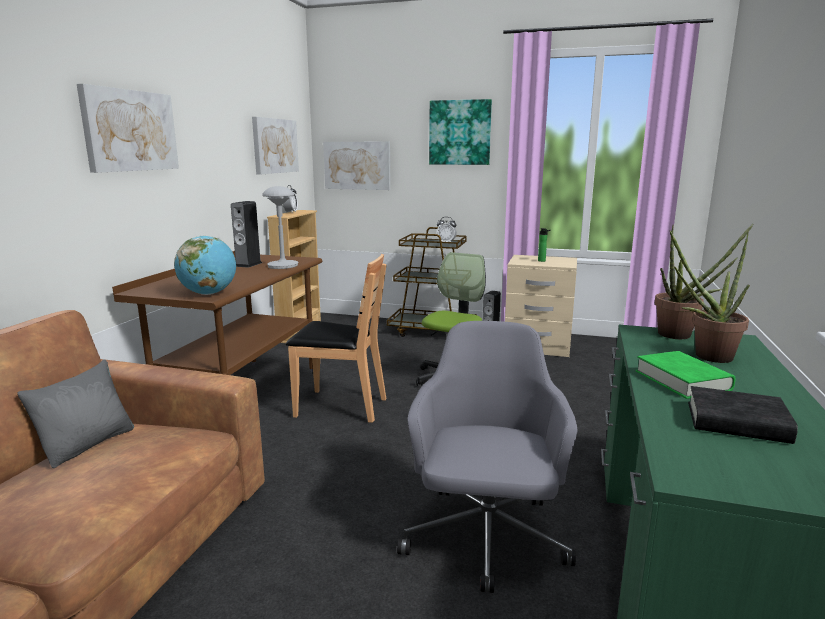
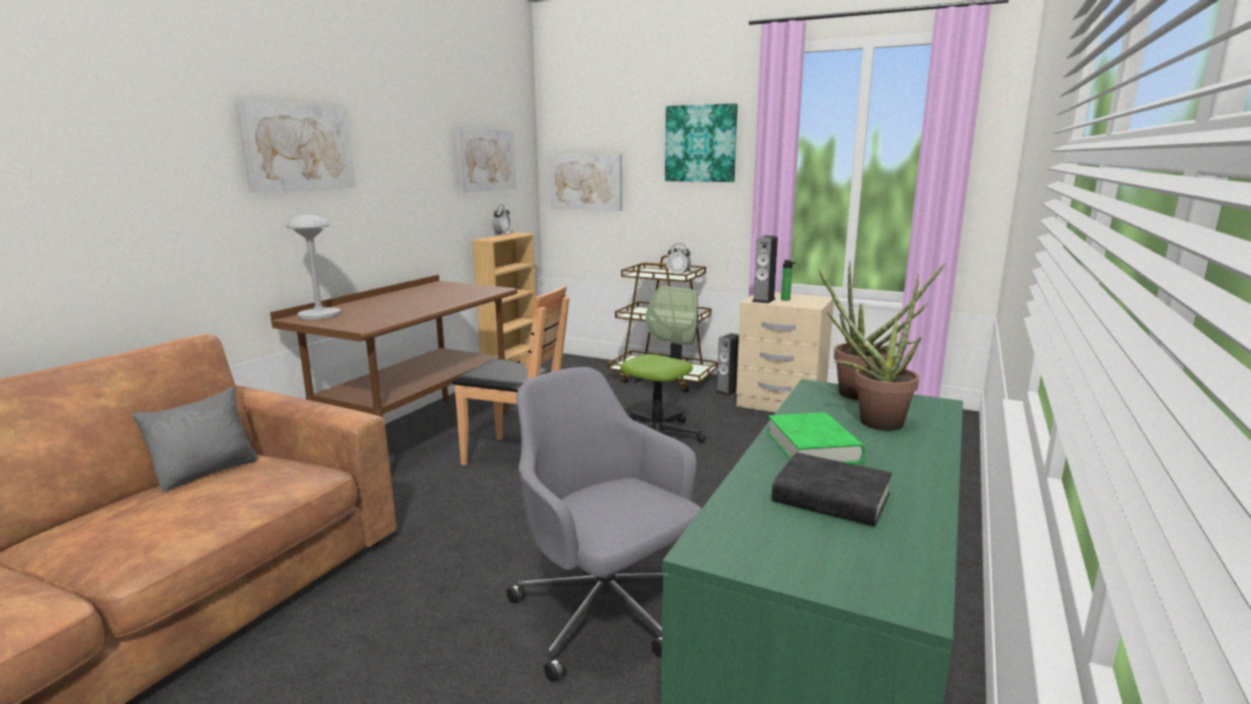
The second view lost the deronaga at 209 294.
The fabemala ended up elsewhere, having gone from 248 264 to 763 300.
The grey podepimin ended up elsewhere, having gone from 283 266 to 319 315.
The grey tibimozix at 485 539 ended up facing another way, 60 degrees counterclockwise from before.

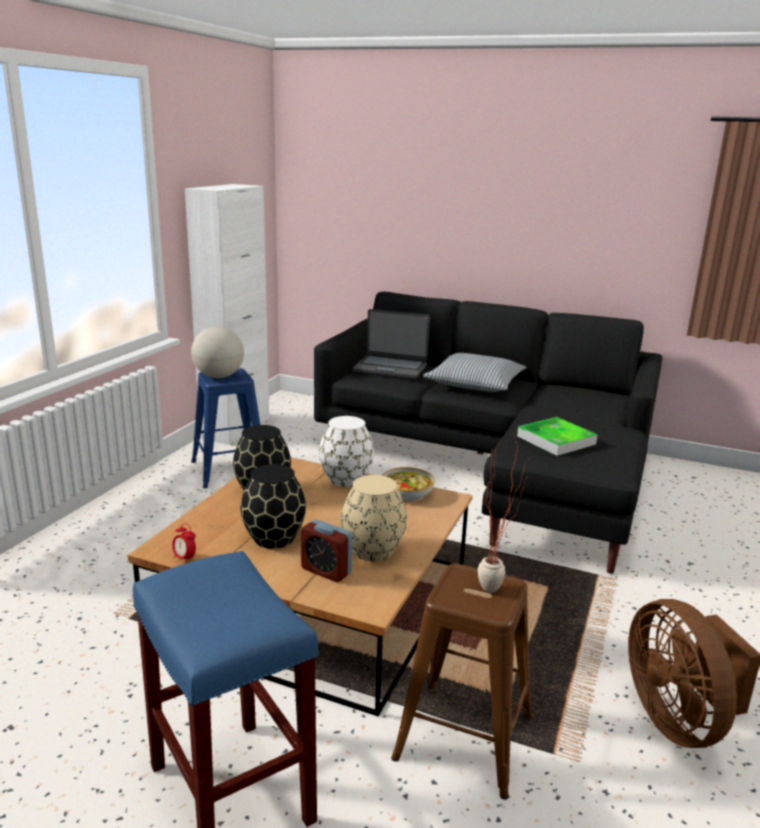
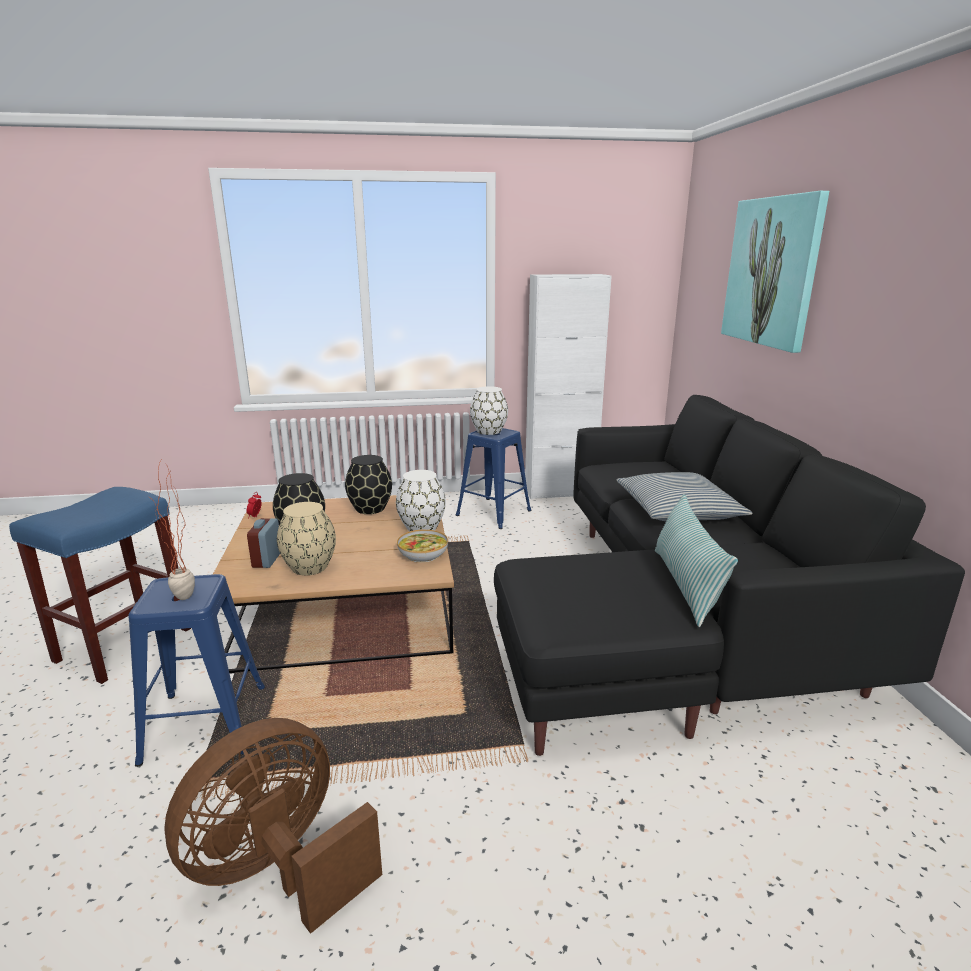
Where the deronaga stood at 218 376, the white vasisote came to stand at 488 431.
The second view lost the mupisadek at 390 368.
What was the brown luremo at 462 737 turned into the blue luremo at 204 722.
The second view lost the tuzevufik at 556 440.
The second view gained the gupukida at 686 585.
The second view gained the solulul at 772 272.

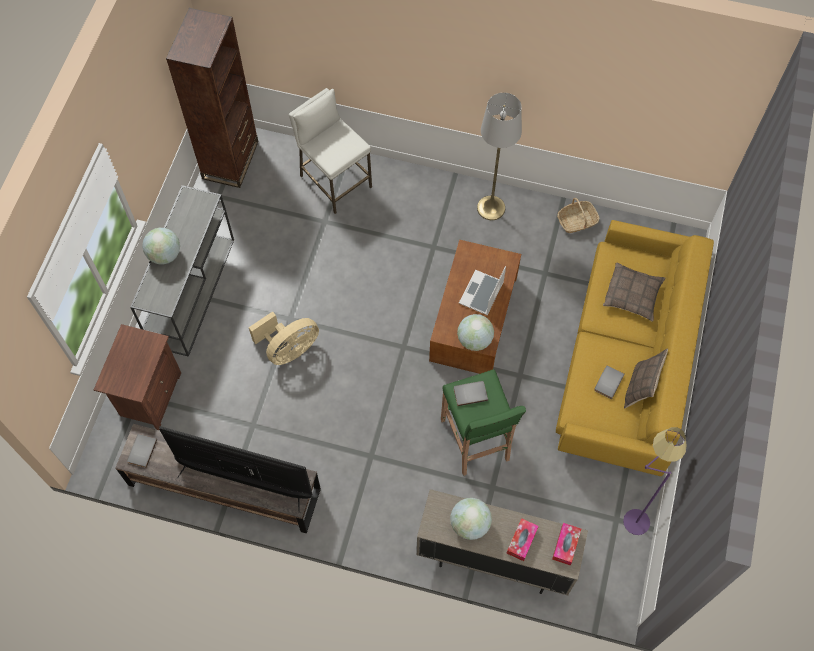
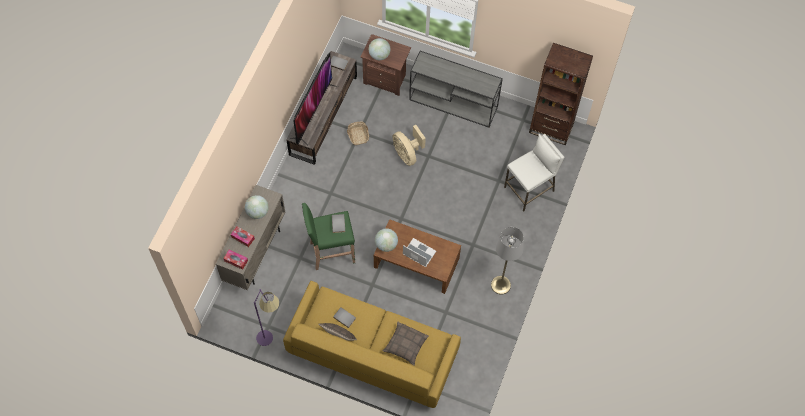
The deronaga ended up elsewhere, having gone from 165 255 to 379 55.
The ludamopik ended up elsewhere, having gone from 577 221 to 358 135.

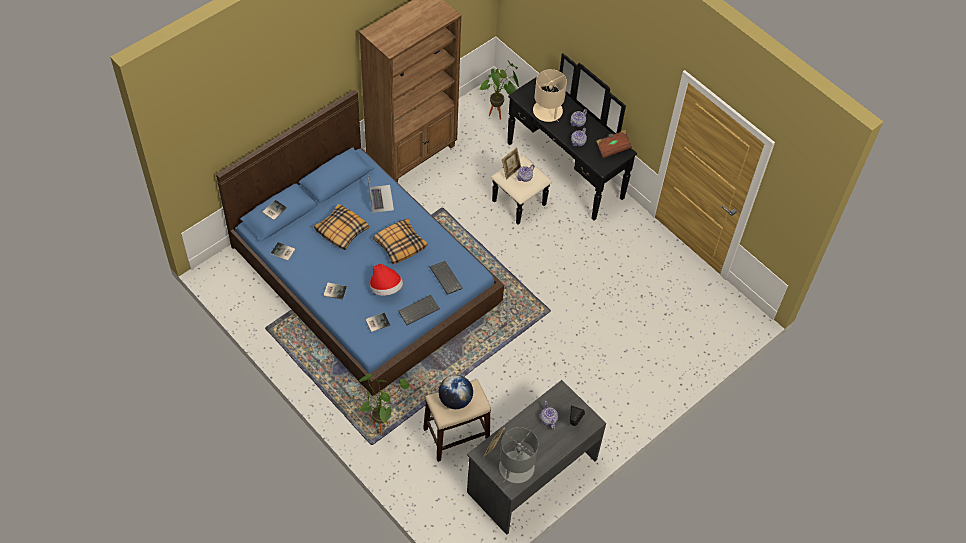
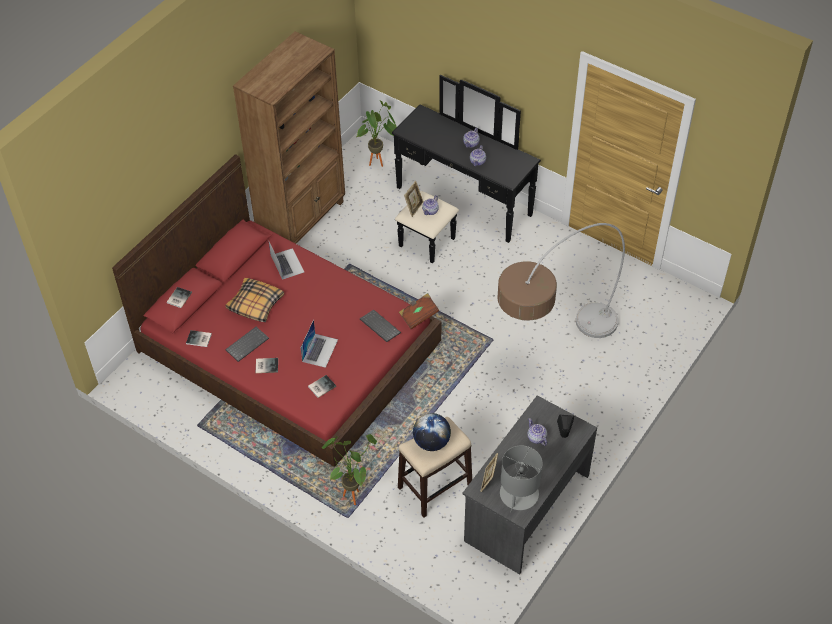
What was the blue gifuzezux at 365 274 turned into the red gifuzezux at 288 347.
Where the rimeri stood at 386 288, the mupisadek came to stand at 320 350.
The second view lost the gupukida at 400 244.
The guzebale ended up elsewhere, having gone from 419 309 to 247 344.
The second view lost the beige podepimin at 548 111.
The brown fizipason ended up elsewhere, having gone from 613 148 to 418 316.
The second view gained the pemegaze at 552 349.

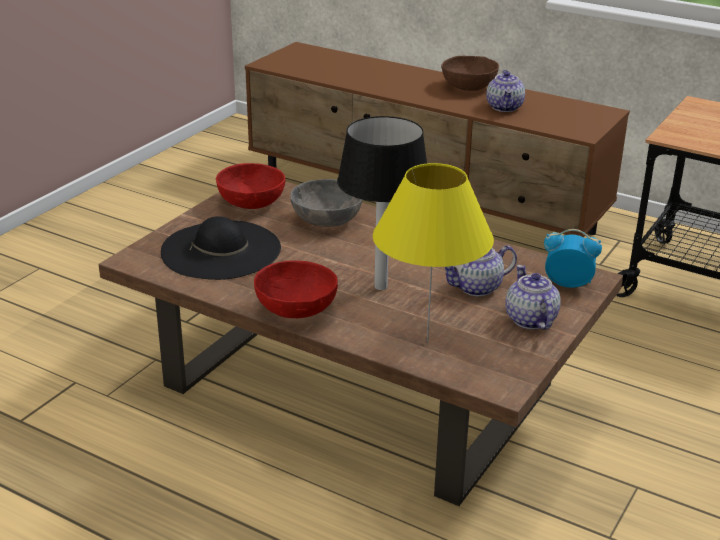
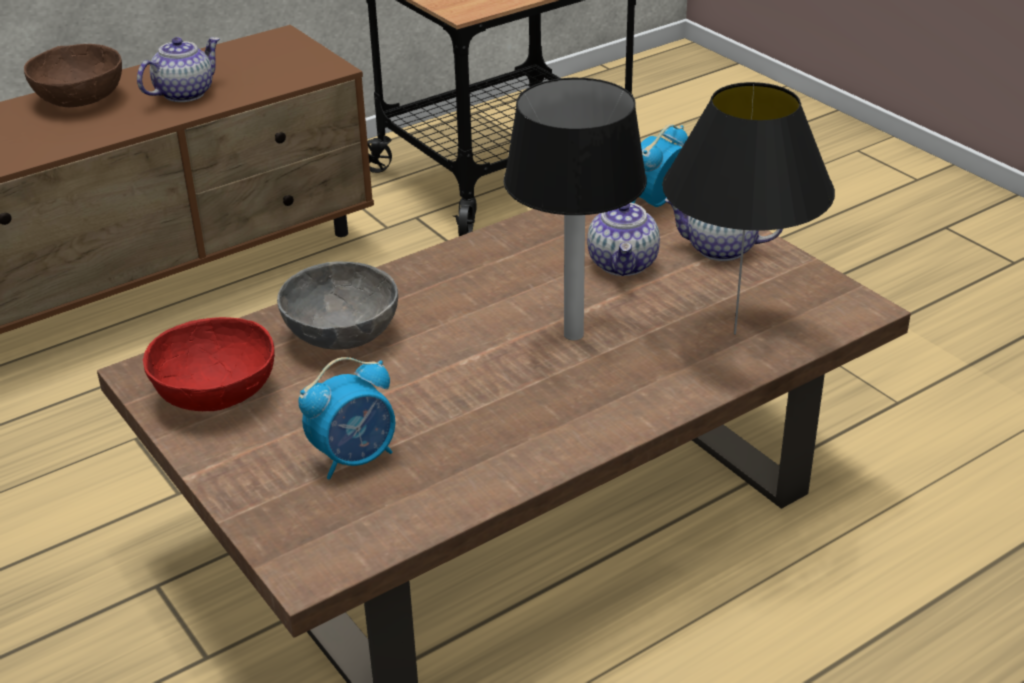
Where the black rimeri stood at 221 250, the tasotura came to stand at 355 458.
The second view lost the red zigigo at 296 309.
What was the yellow podepimin at 427 341 turned into the black podepimin at 734 333.
The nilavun at 505 107 ended up facing another way, 75 degrees counterclockwise from before.

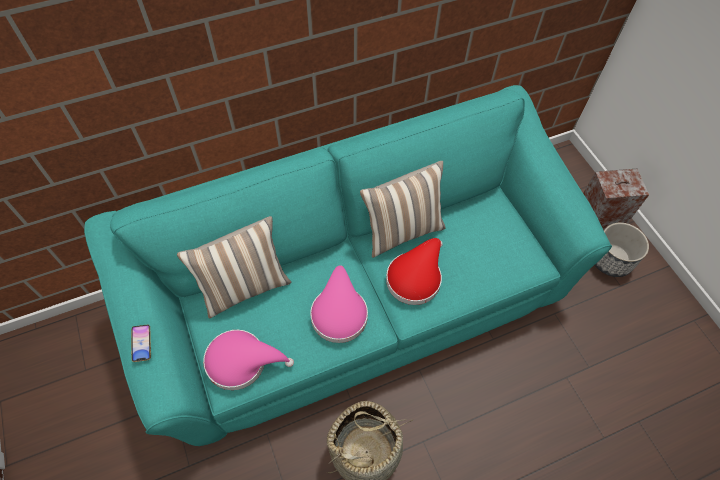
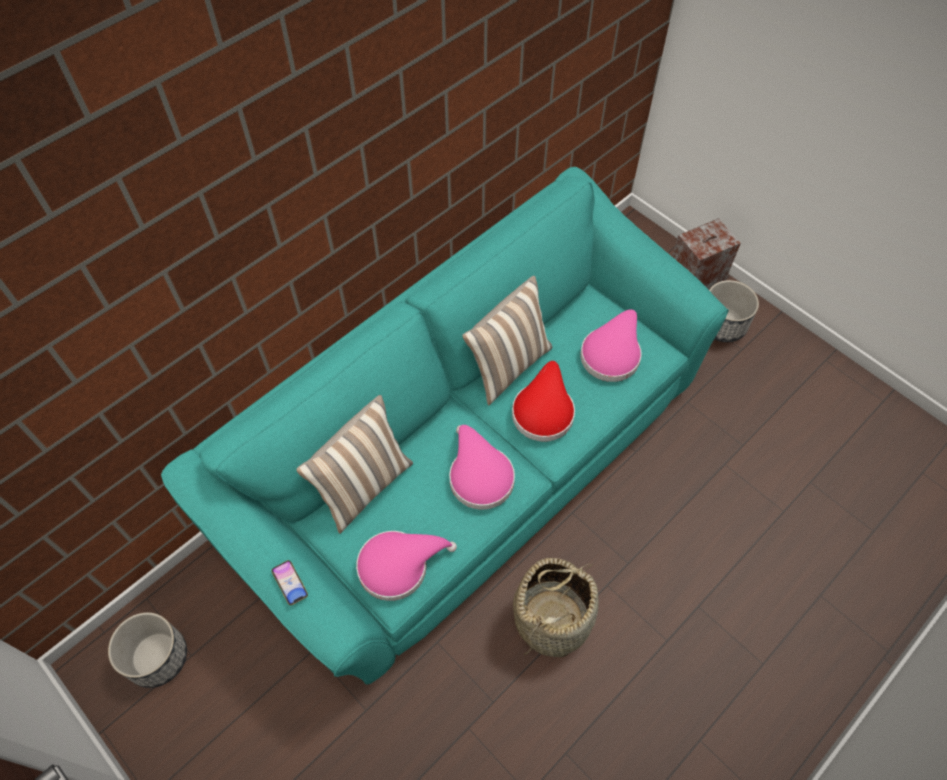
The second view gained the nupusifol at 157 656.
The second view gained the pink rimeri at 612 353.

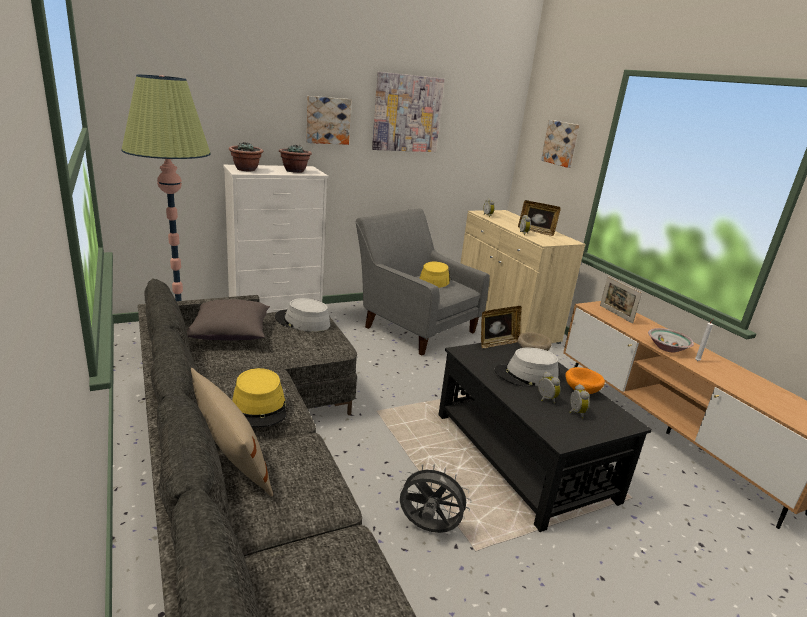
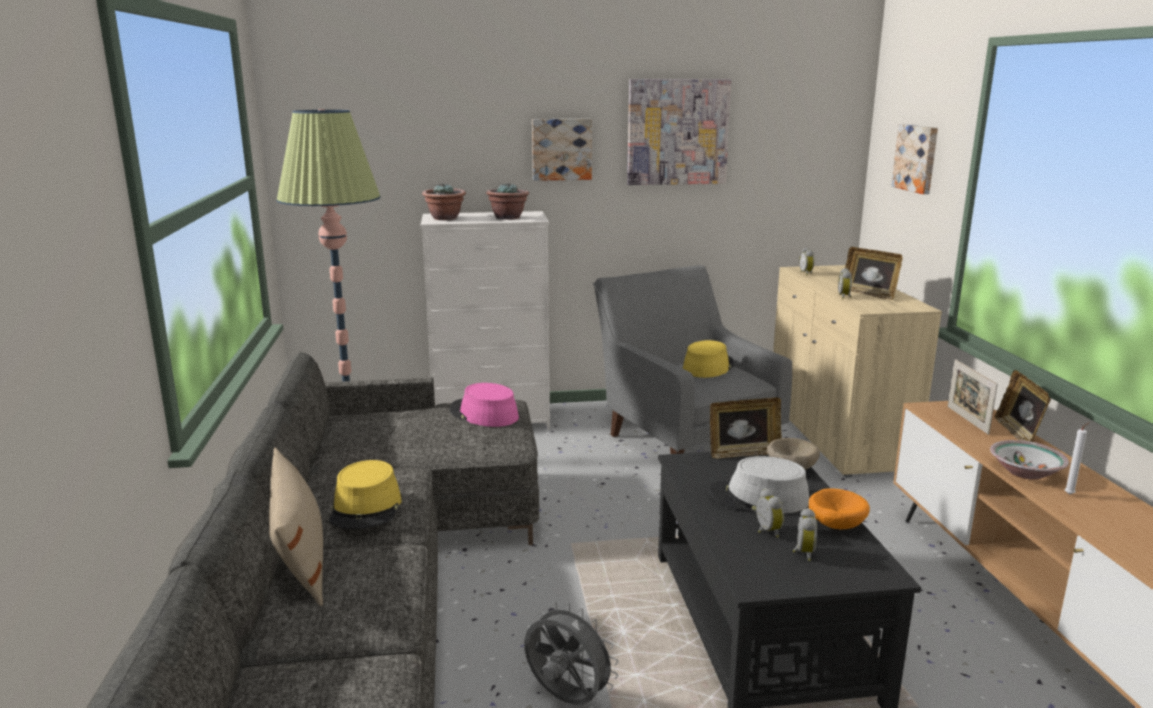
The second view lost the grey gupukida at 231 334.
What was the grey rimeri at 302 322 turned into the pink rimeri at 483 414.
The second view gained the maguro at 1018 433.

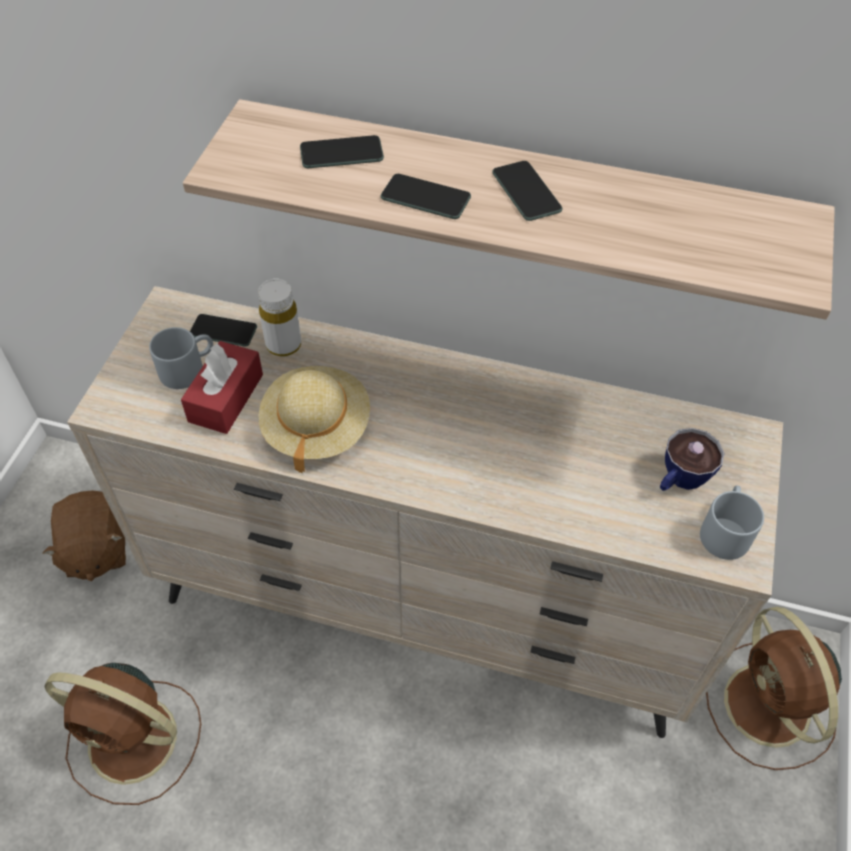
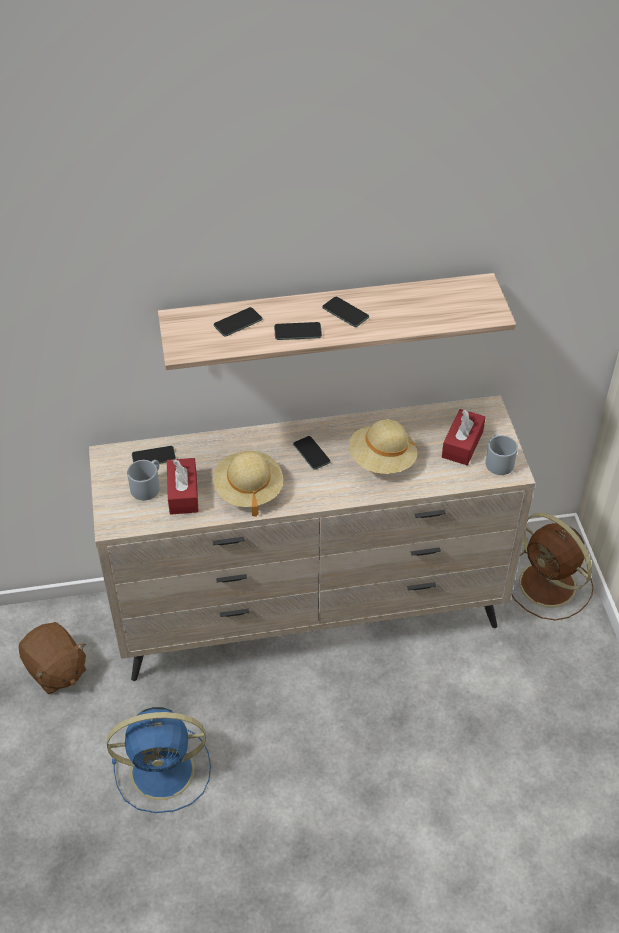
What was the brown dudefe at 136 740 turned into the blue dudefe at 165 770.
The second view lost the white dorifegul at 283 345.
Where the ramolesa stood at 679 480, the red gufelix came to stand at 462 444.
The second view gained the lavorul at 311 453.
The second view gained the beige rimeri at 382 460.

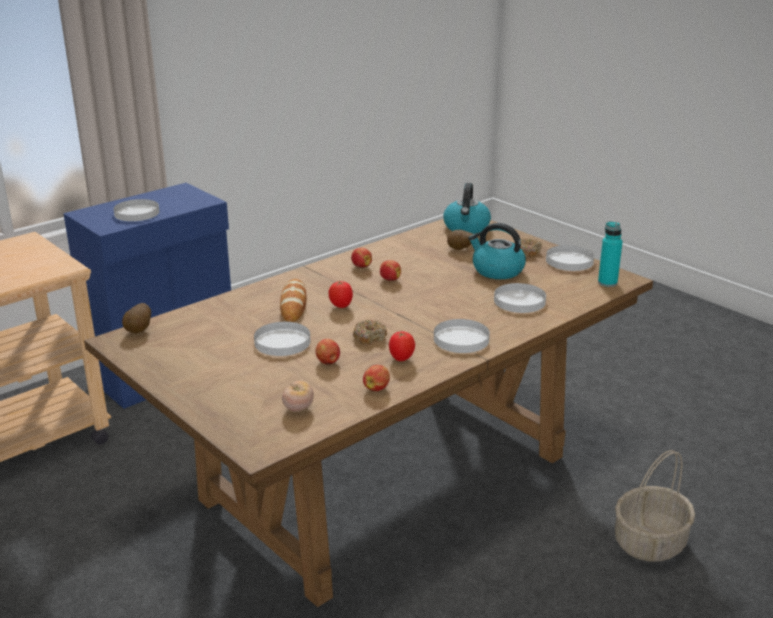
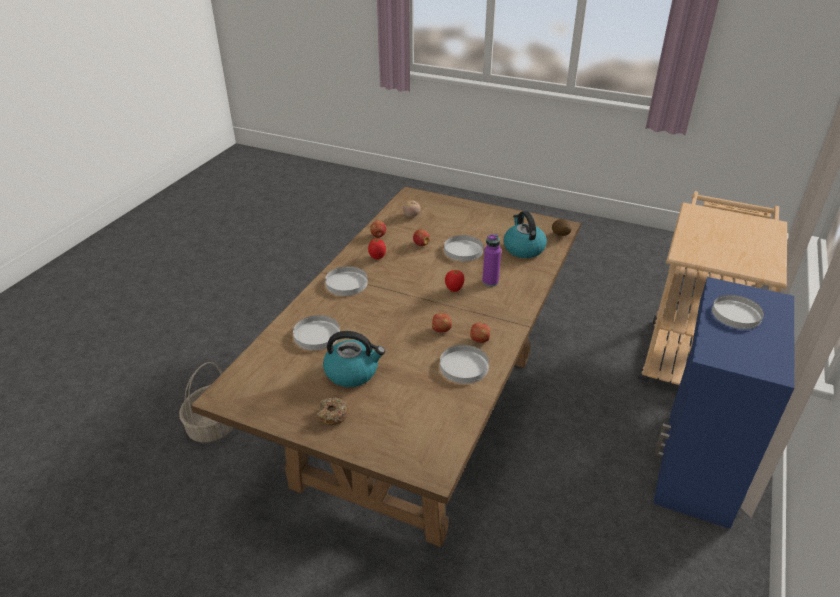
Where the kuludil stood at 293 304, the purple dorifegul came to stand at 490 282.
The second view lost the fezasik at 369 337.
The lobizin ended up elsewhere, having gone from 466 227 to 523 248.
The second view lost the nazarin at 459 250.
The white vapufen ended up elsewhere, having gone from 569 261 to 464 366.
The second view lost the turquoise dorifegul at 607 283.

